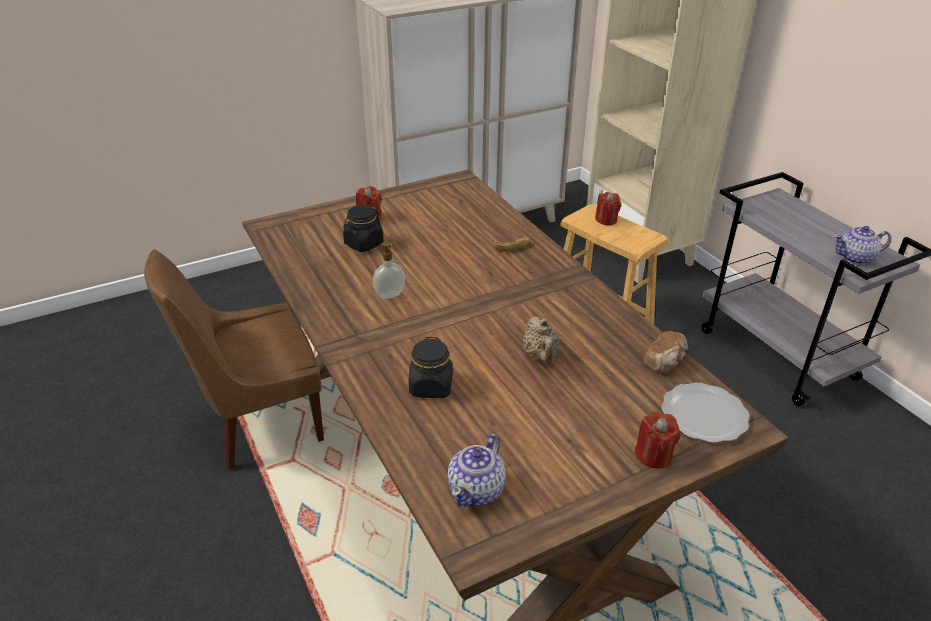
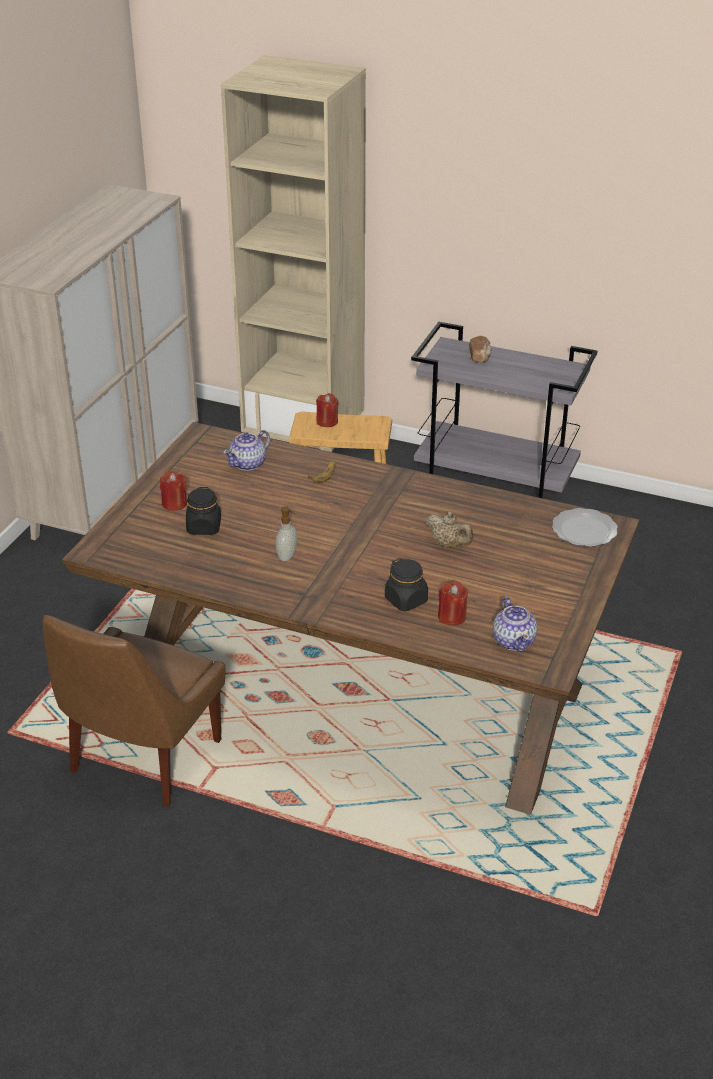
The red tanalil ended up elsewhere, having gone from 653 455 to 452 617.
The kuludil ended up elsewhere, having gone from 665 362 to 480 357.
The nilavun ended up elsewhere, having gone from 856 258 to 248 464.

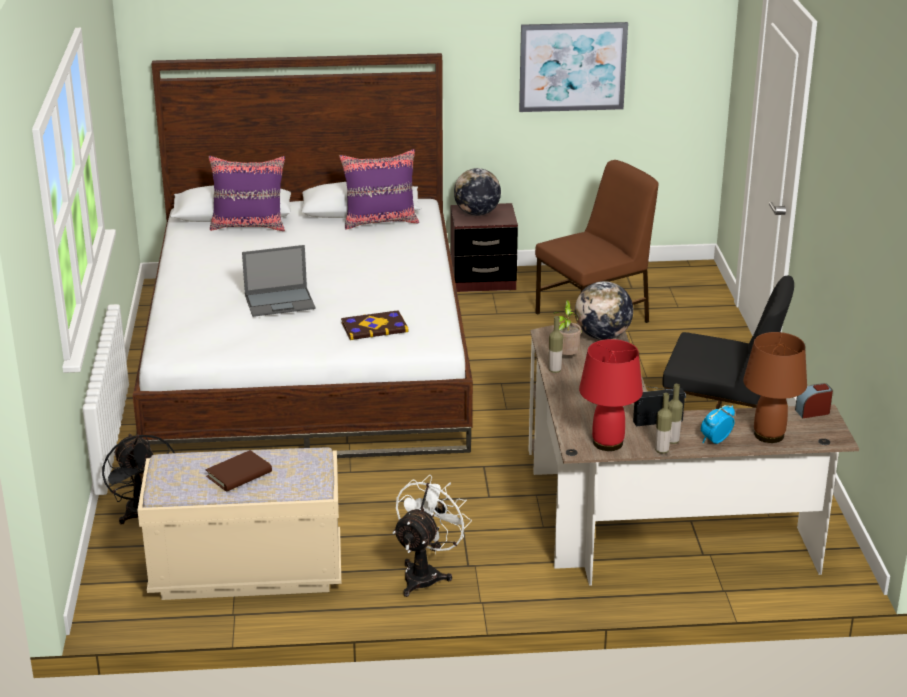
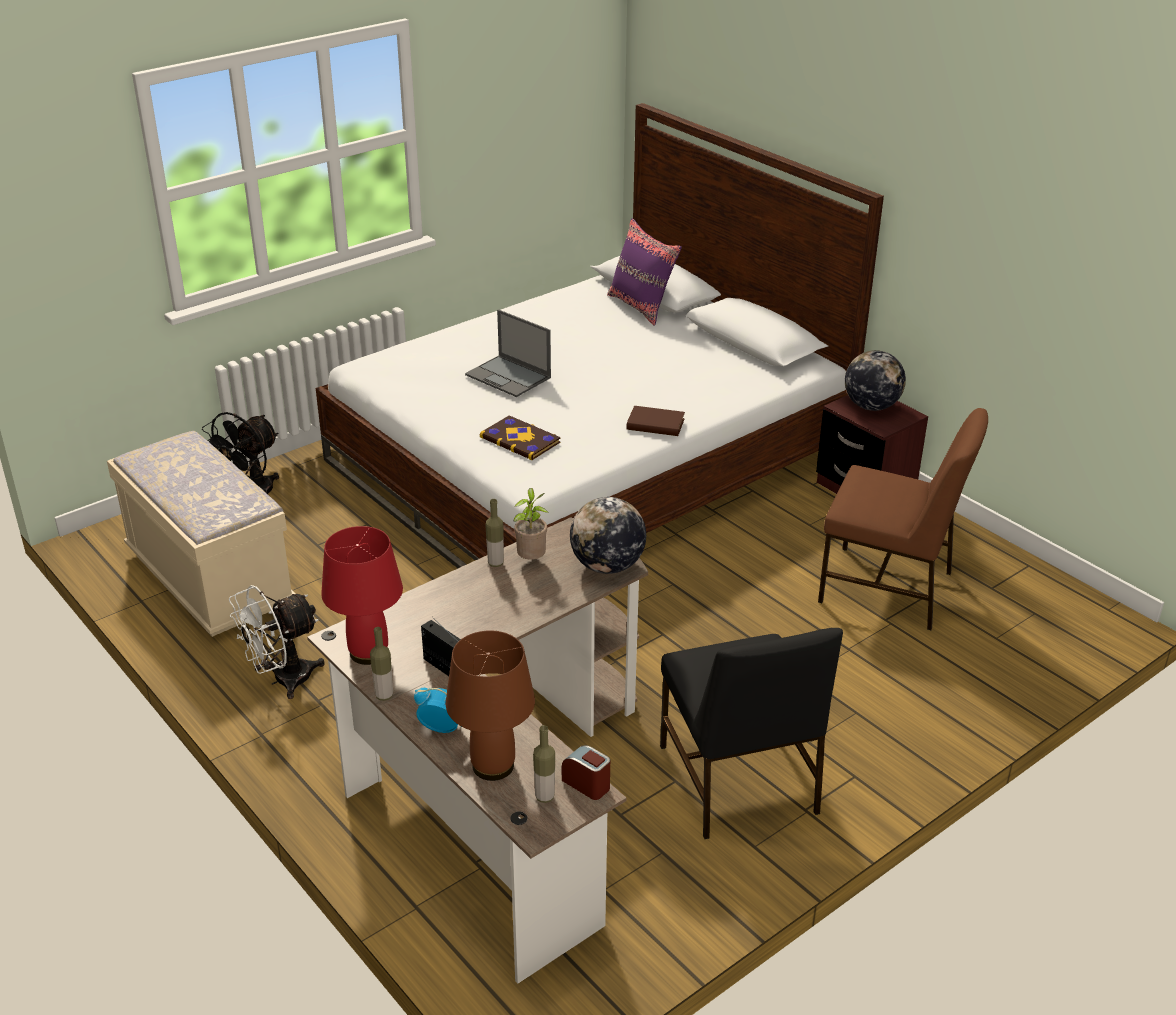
The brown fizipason ended up elsewhere, having gone from 239 474 to 655 424.
The second view lost the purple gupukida at 380 221.
The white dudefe at 426 574 ended up facing another way, 150 degrees clockwise from before.
The second view lost the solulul at 572 66.
The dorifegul ended up elsewhere, having gone from 672 441 to 544 797.

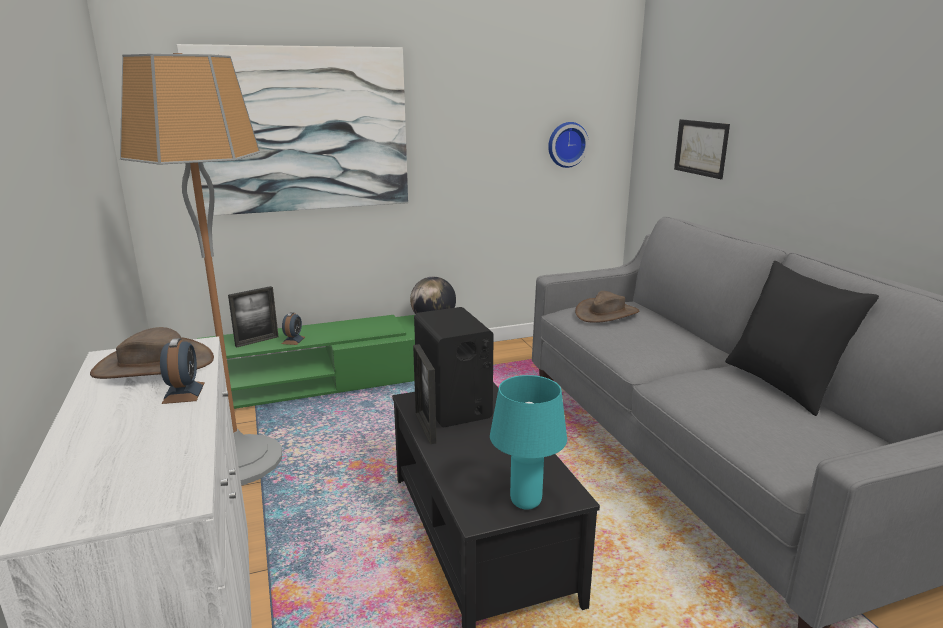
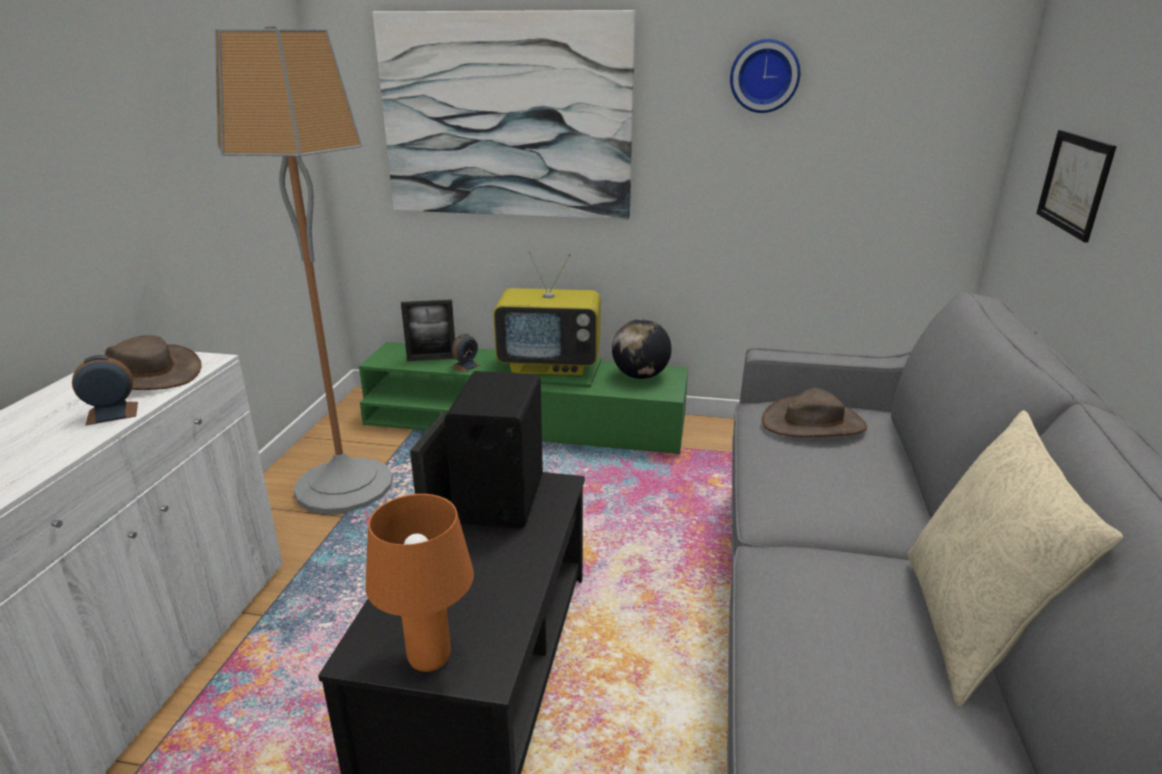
The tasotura at 183 393 ended up facing another way, 135 degrees counterclockwise from before.
What was the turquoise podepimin at 526 502 turned into the orange podepimin at 430 660.
The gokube ended up elsewhere, having gone from 566 144 to 764 76.
What was the black gupukida at 784 384 turned into the beige gupukida at 969 628.
The second view gained the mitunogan at 551 365.

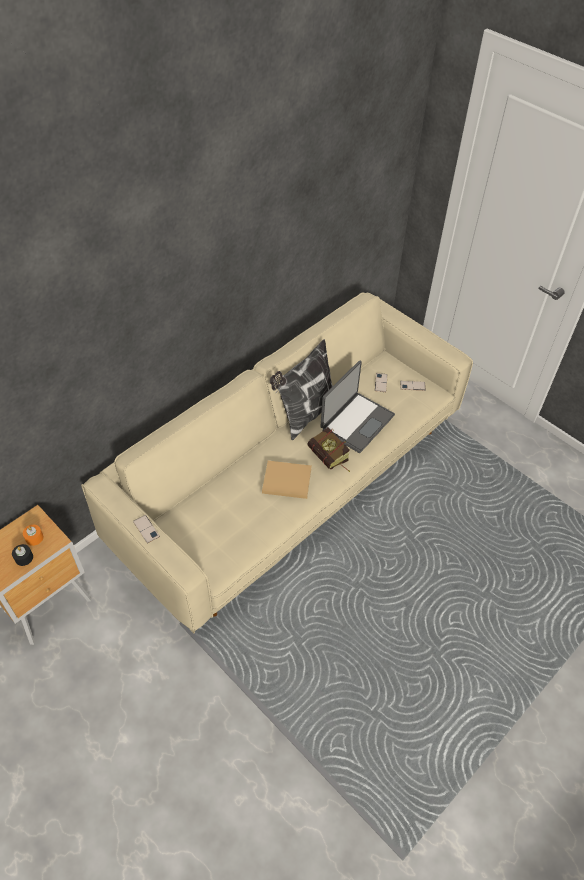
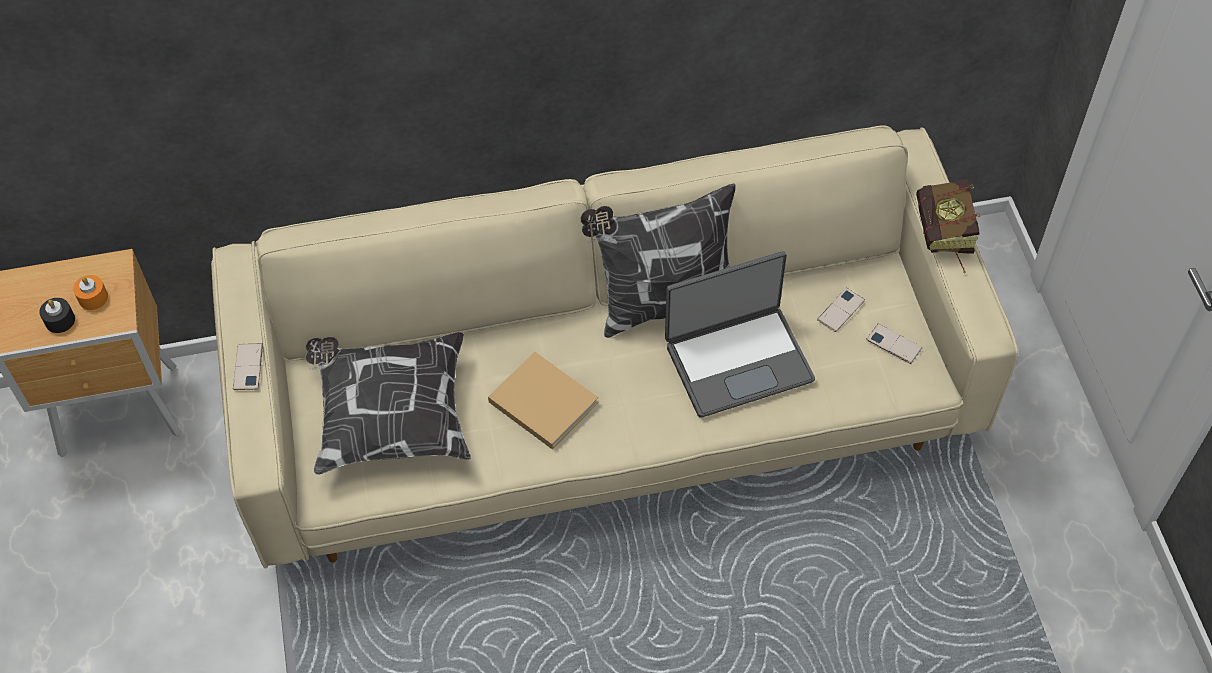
The fizipason ended up elsewhere, having gone from 330 459 to 945 239.
The second view gained the gupukida at 391 417.

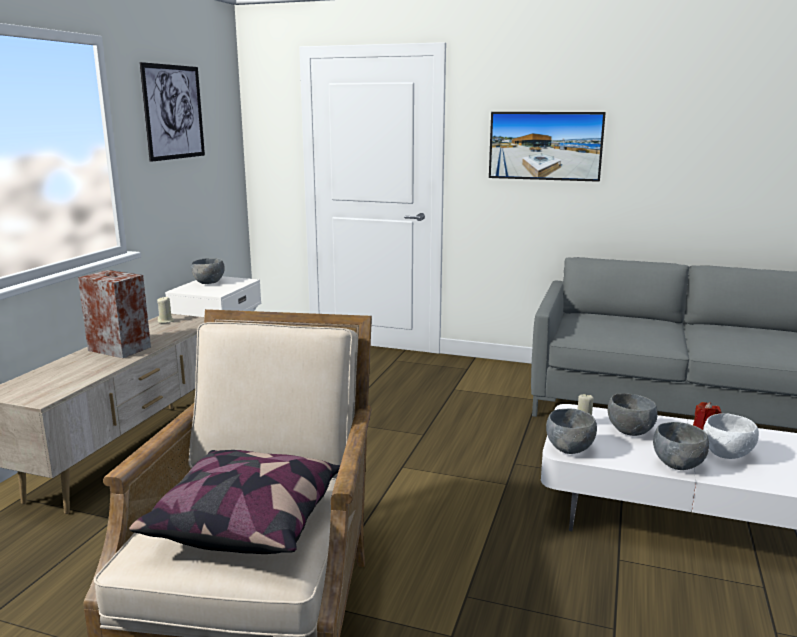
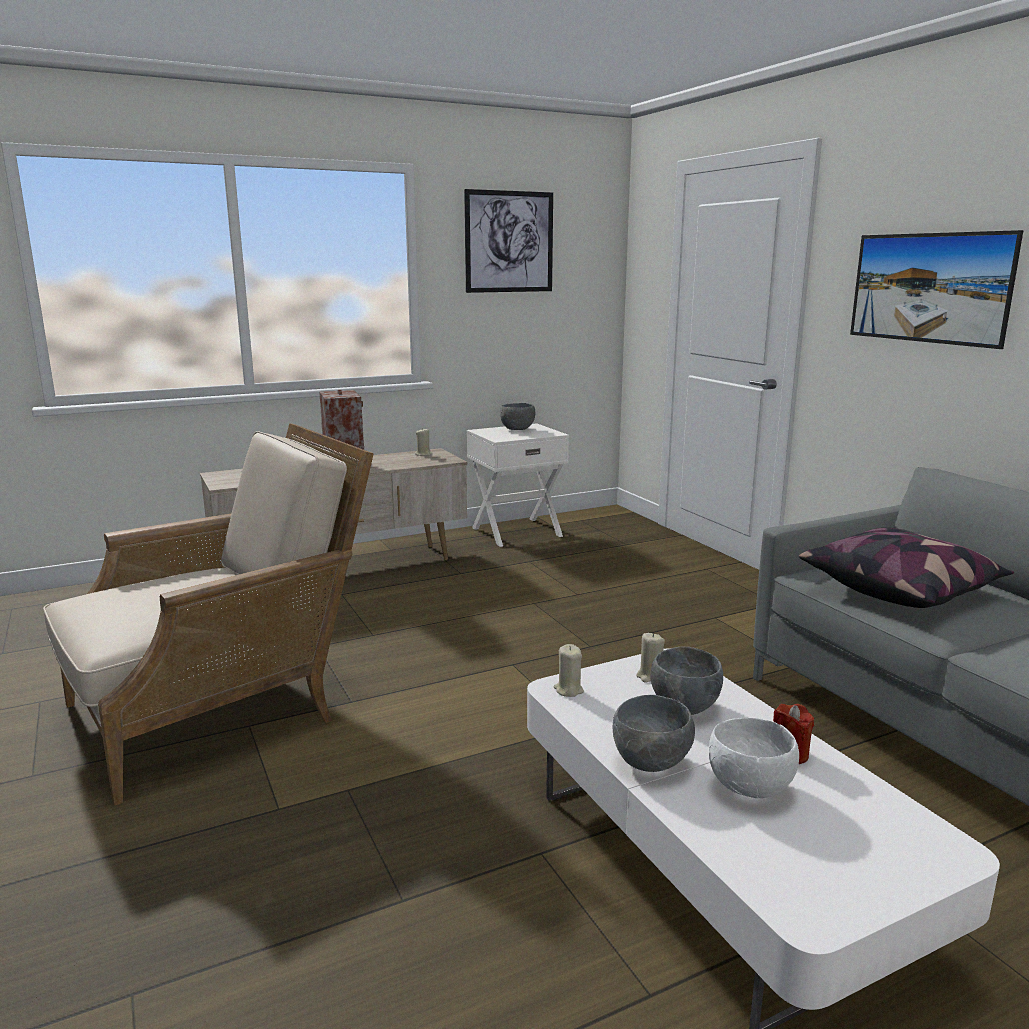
The gupukida ended up elsewhere, having gone from 247 521 to 900 590.
Where the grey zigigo stood at 569 449, the beige tanalil came to stand at 568 690.

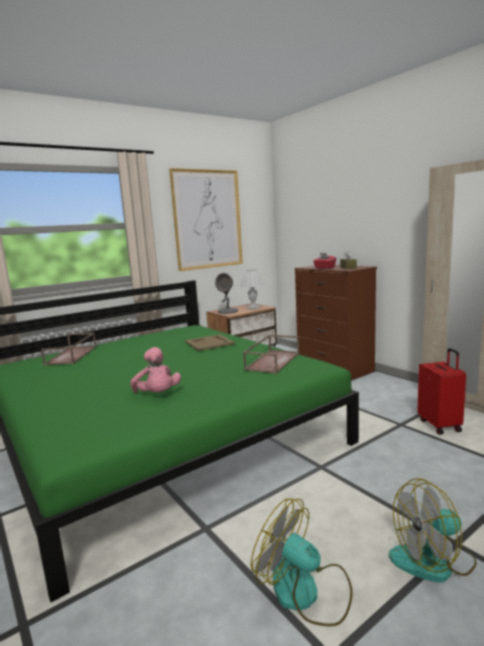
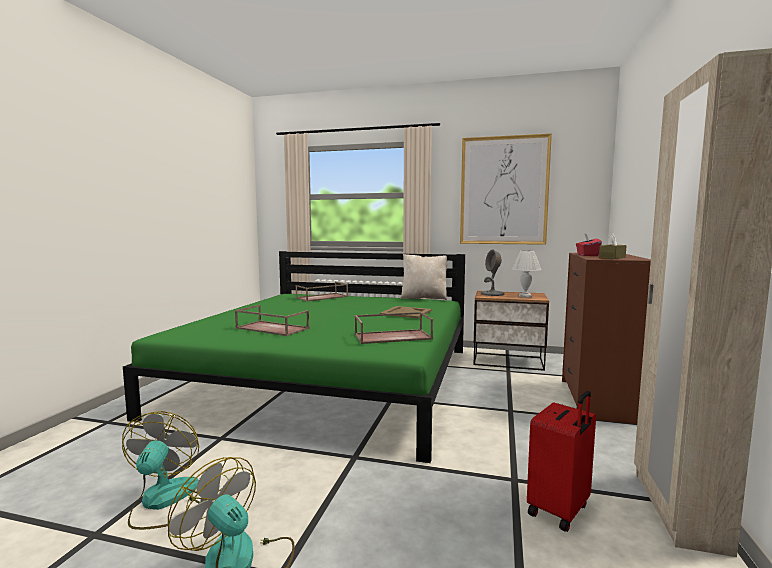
Where the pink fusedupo stood at 157 395, the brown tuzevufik came to stand at 271 328.
The second view gained the beige gupukida at 424 298.

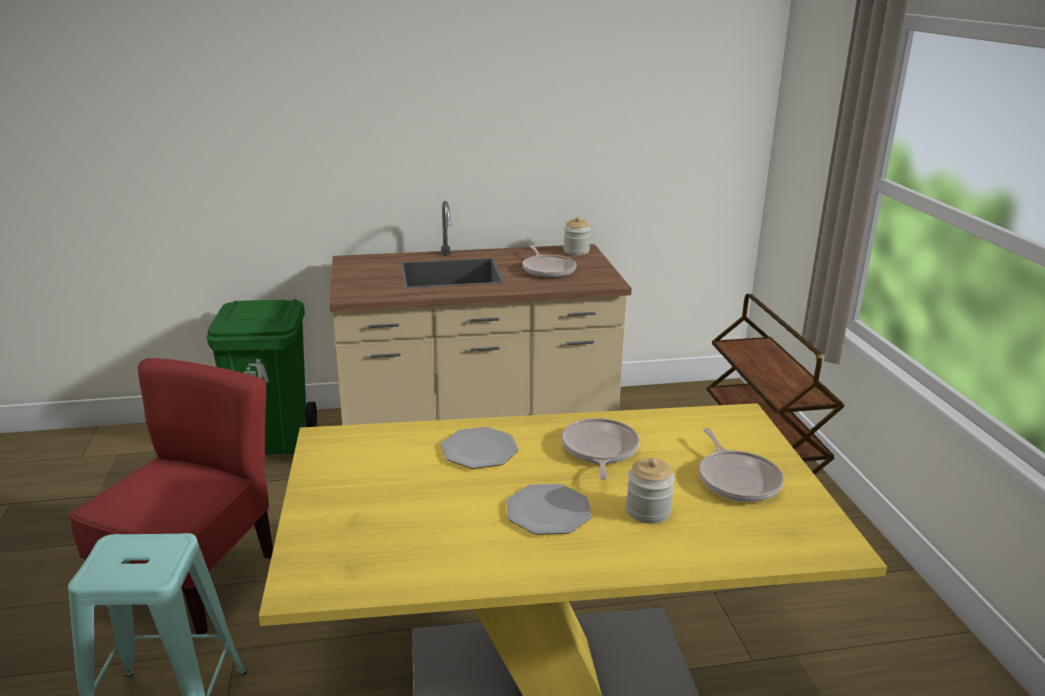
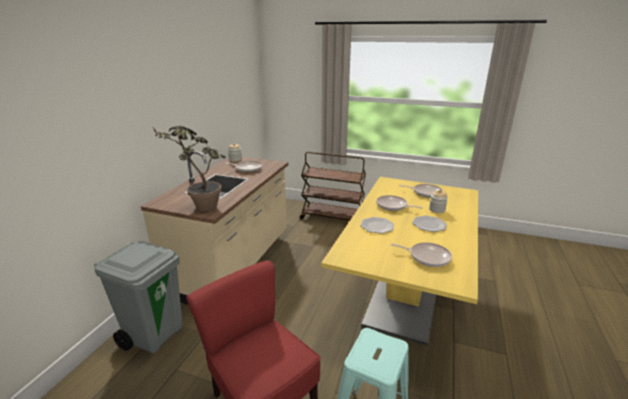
What was the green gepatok at 274 441 turned into the grey gepatok at 155 334.
The second view gained the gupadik at 199 206.
The second view gained the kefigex at 427 257.

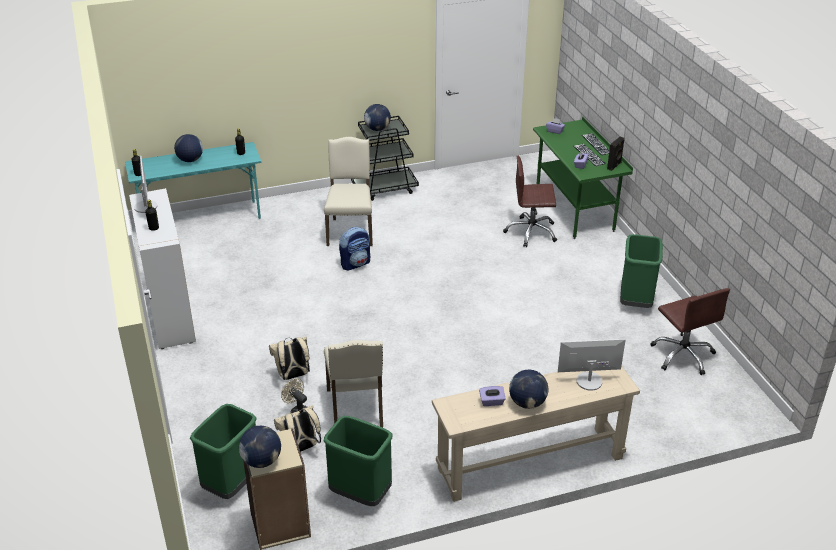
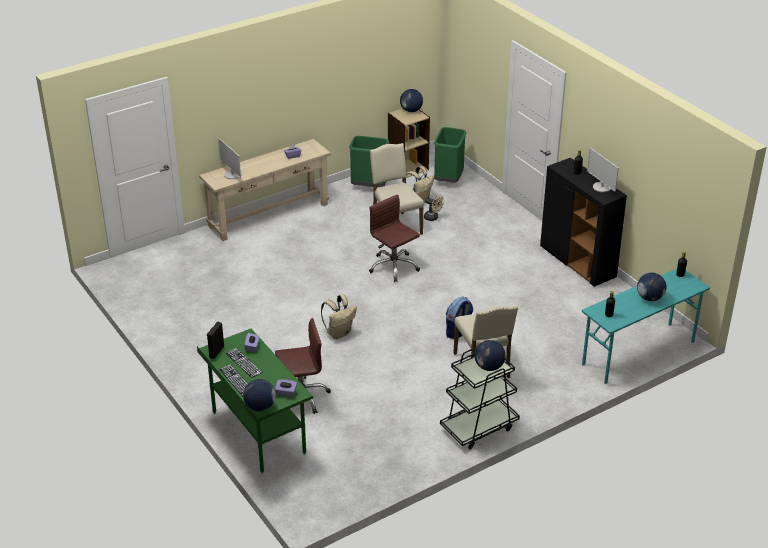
What was the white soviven at 170 316 turned into the black soviven at 578 263.
The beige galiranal ended up elsewhere, having gone from 293 376 to 339 333.
The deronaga ended up elsewhere, having gone from 527 403 to 260 407.
The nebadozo at 589 381 ended up facing another way, 75 degrees clockwise from before.
The second view lost the green gepatok at 635 301.
The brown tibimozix ended up elsewhere, having gone from 683 355 to 393 267.

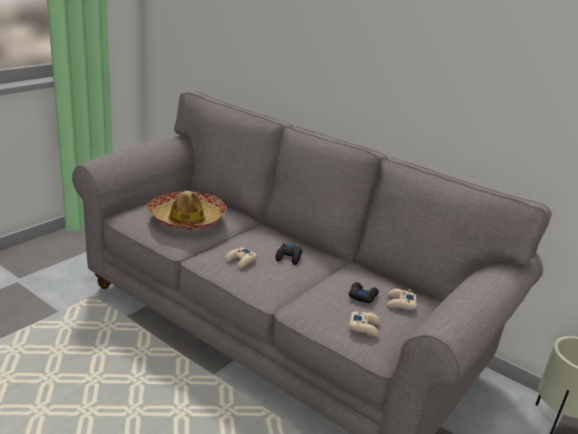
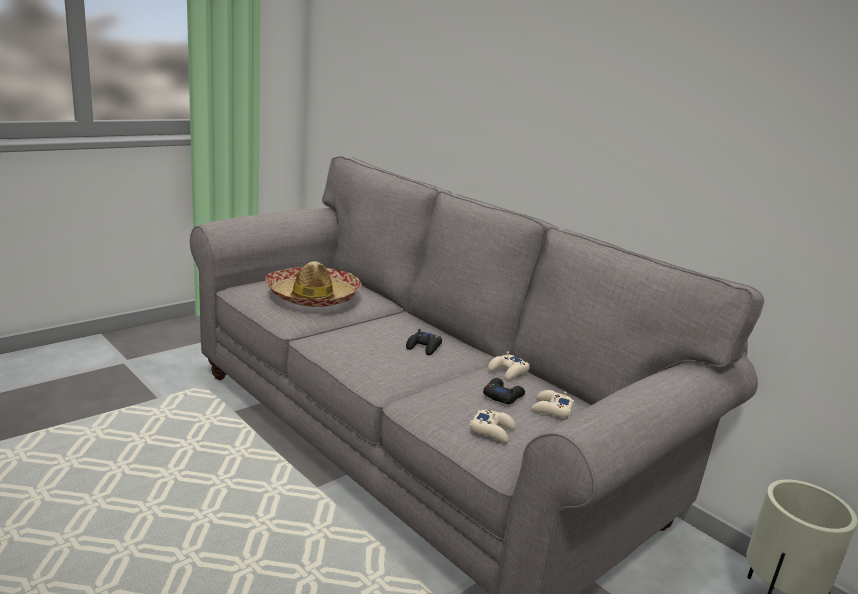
The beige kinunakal ended up elsewhere, having gone from 241 261 to 508 371.

